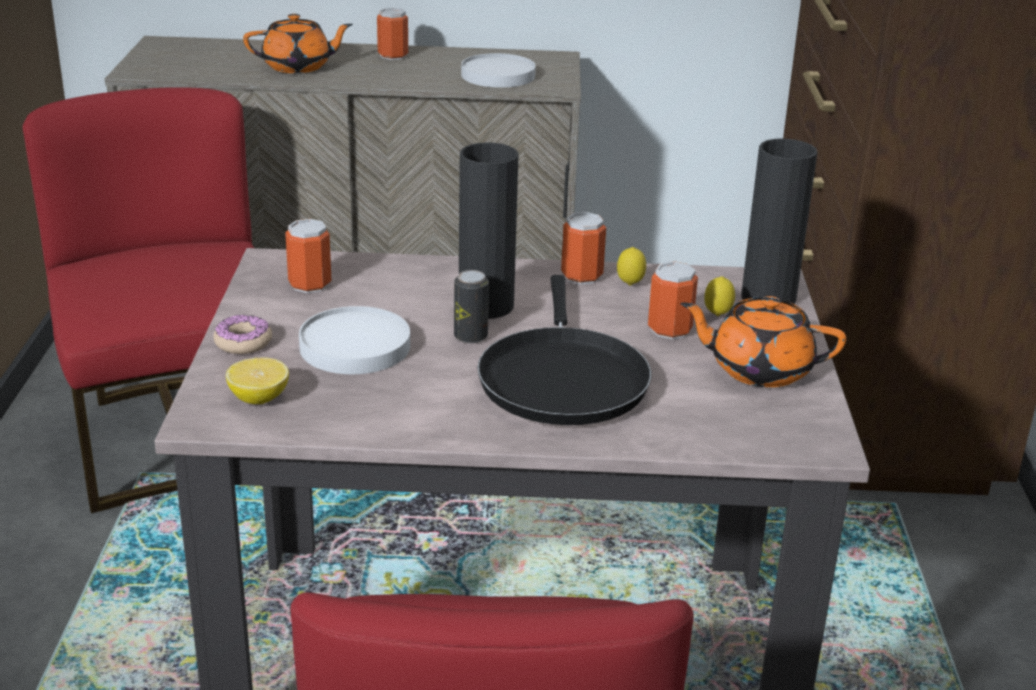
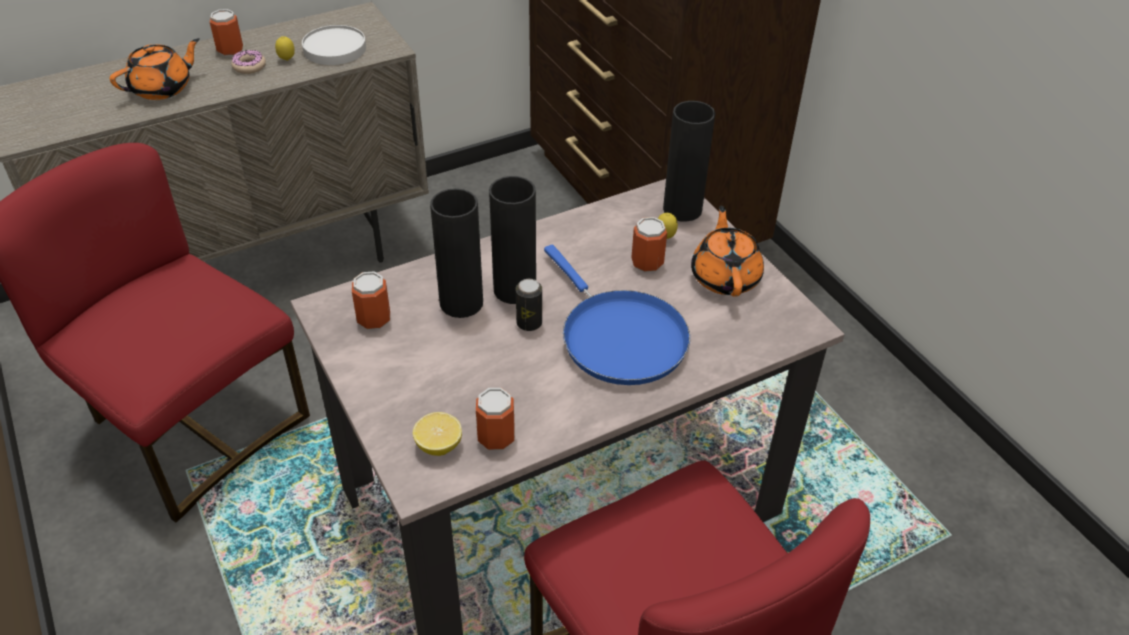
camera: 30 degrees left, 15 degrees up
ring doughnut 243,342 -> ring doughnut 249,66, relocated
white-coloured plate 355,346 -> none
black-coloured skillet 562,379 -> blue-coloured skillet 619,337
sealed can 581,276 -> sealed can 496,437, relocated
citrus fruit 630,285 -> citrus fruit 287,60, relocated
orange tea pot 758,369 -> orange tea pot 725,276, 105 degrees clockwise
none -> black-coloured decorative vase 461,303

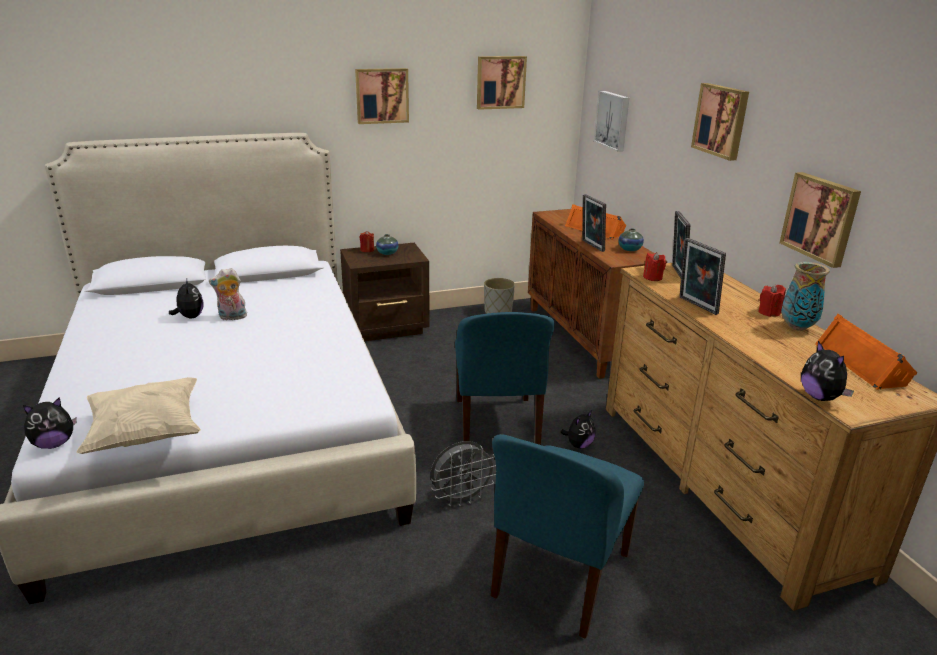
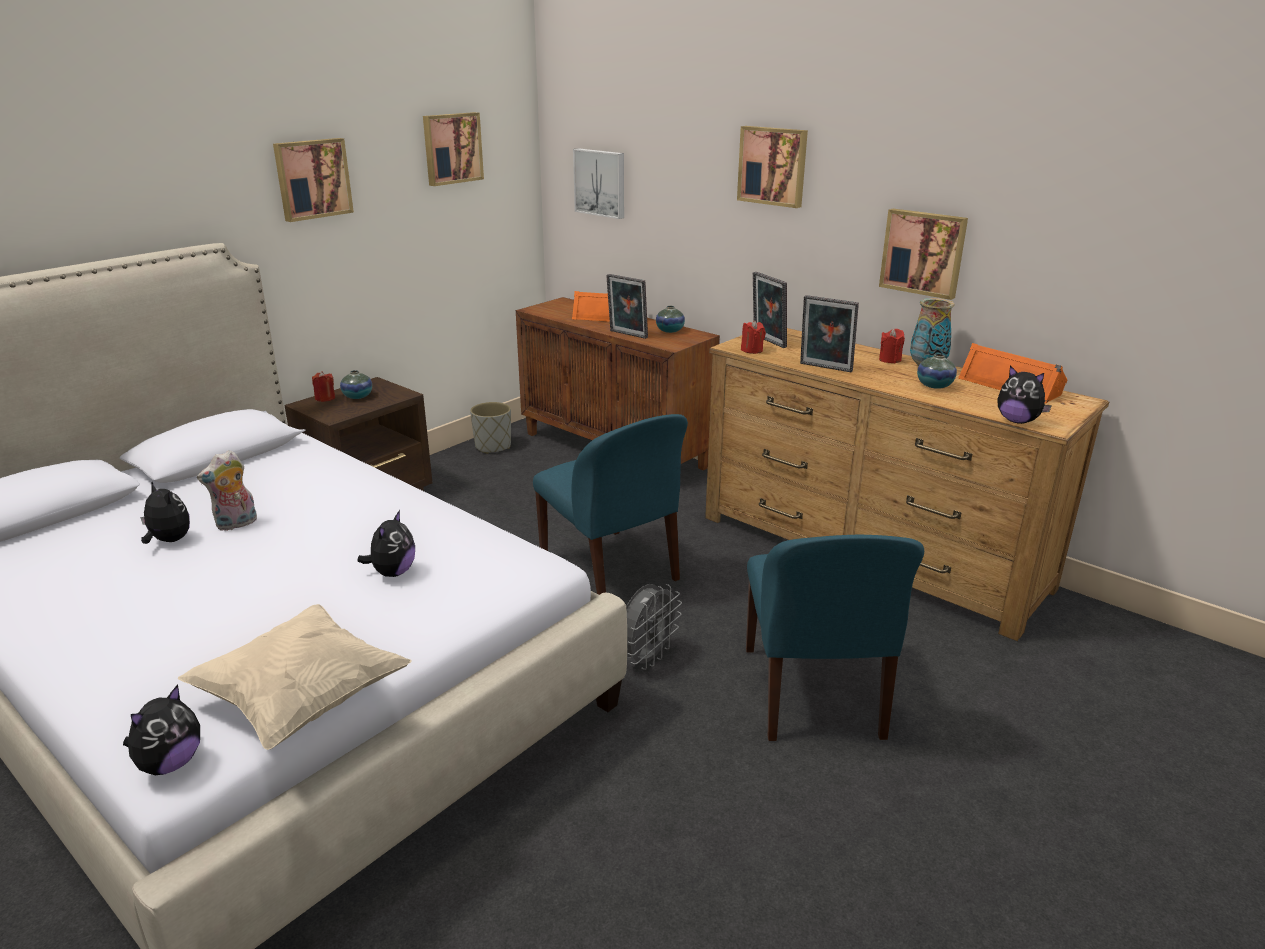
camera: 30 degrees left, 0 degrees up
soft toy 578,445 -> soft toy 392,572, relocated
none -> decorative vase 934,385

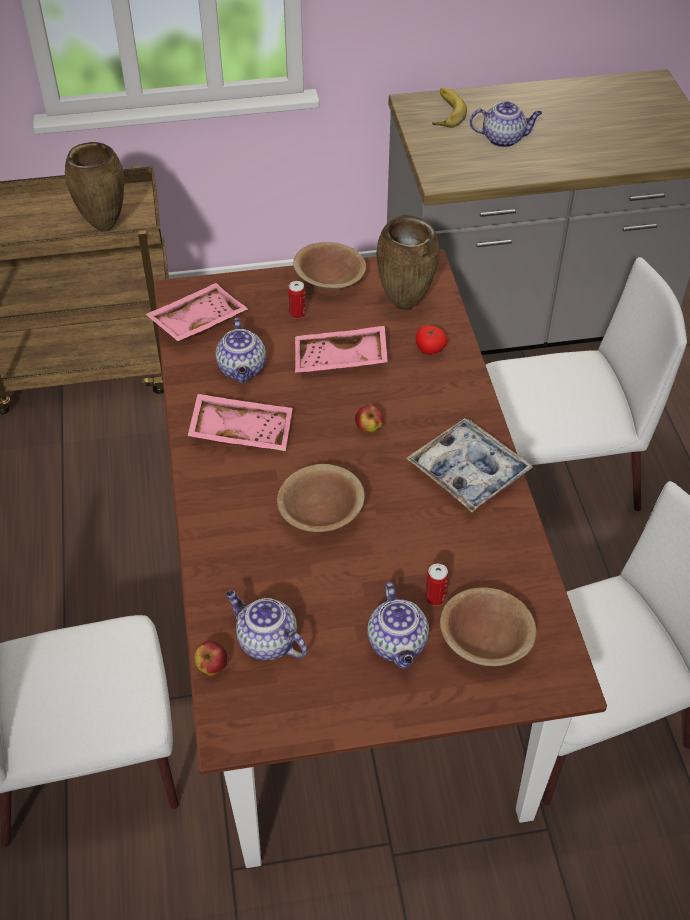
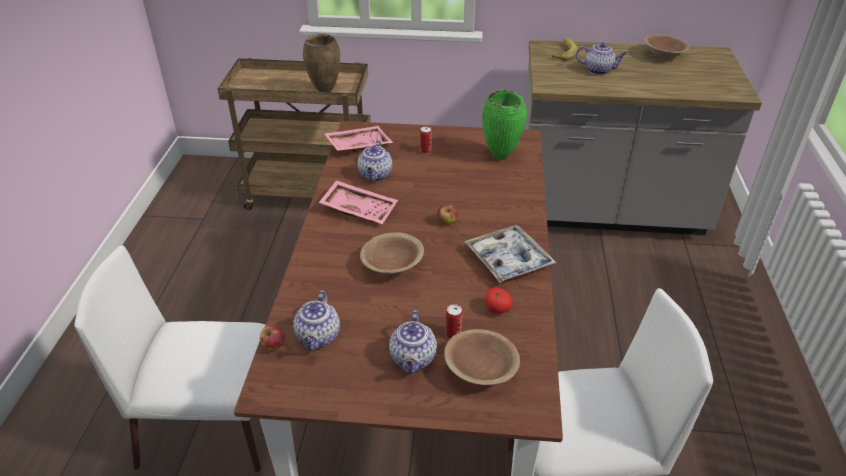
camera: 15 degrees right, 10 degrees down
tea pot 266,641 -> tea pot 318,338, 135 degrees counterclockwise
brownish bowl 330,280 -> brownish bowl 663,55, relocated
pink carrying tray 340,360 -> none
brownish decorative vase 406,305 -> greenish decorative vase 501,157
tomato 429,349 -> tomato 497,309, relocated
white-coloured plain chair 553,480 -> none

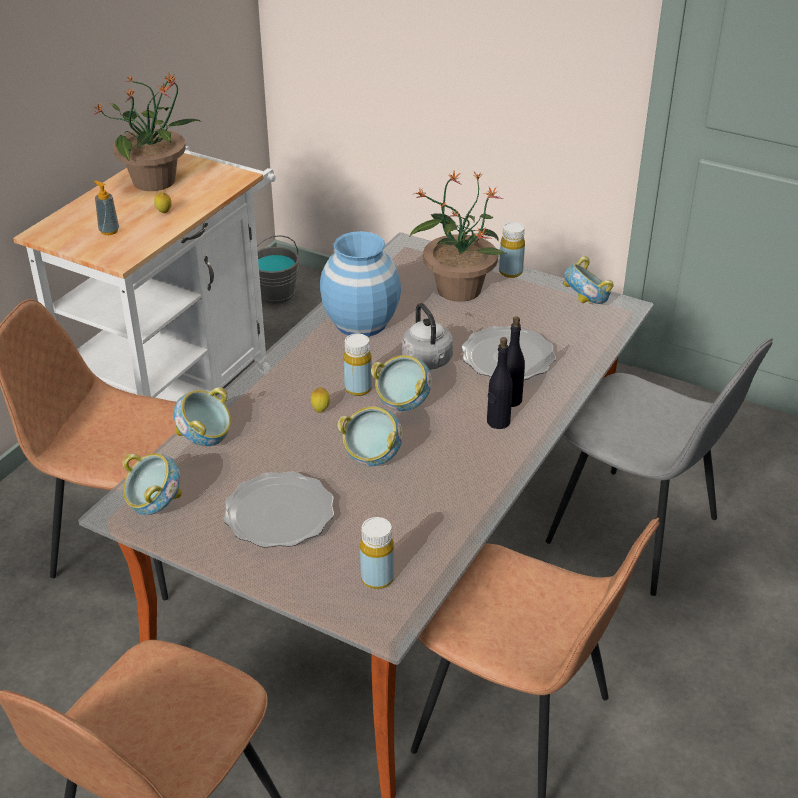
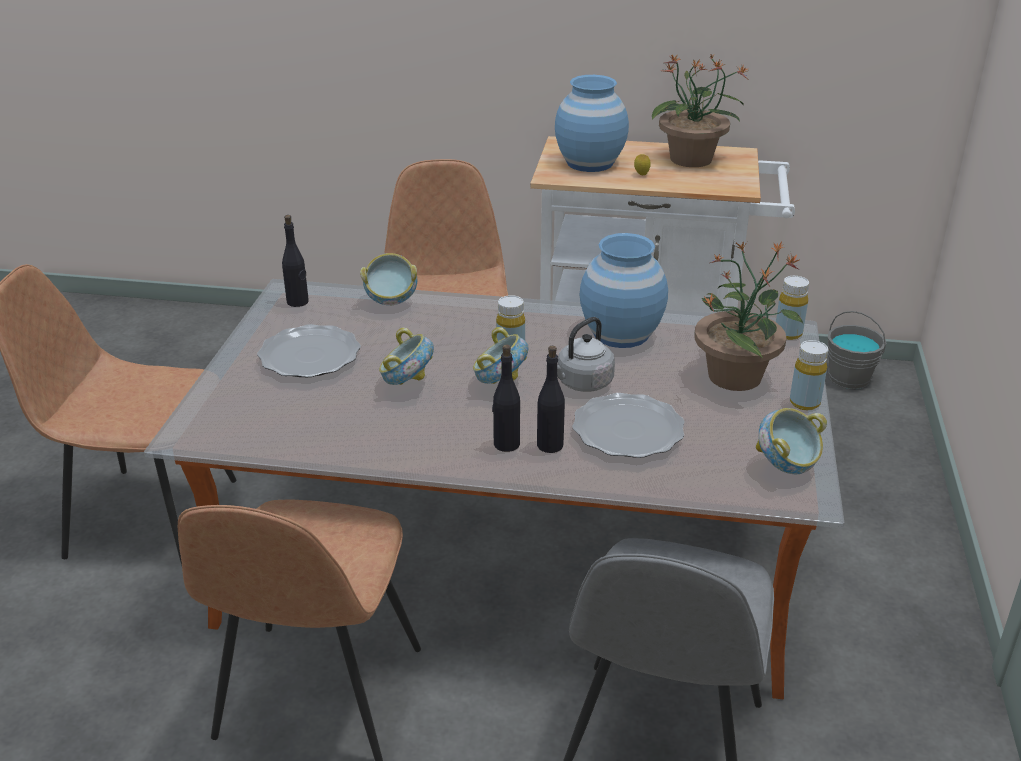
camera: 70 degrees right, 5 degrees down
liquid soap bottle 109,231 -> blue-coloured decorative vase 590,163
bowl 154,506 -> black-coloured bottle 298,302
citrus fruit 320,410 -> none
yellow-coloured bottle 377,578 -> yellow-coloured bottle 788,333, relocated

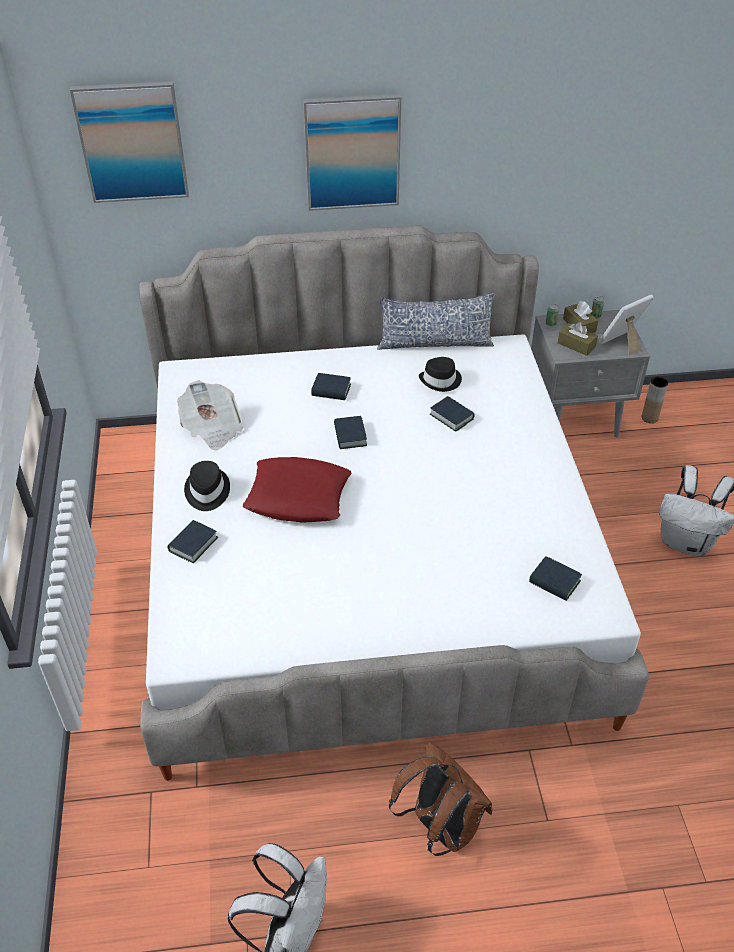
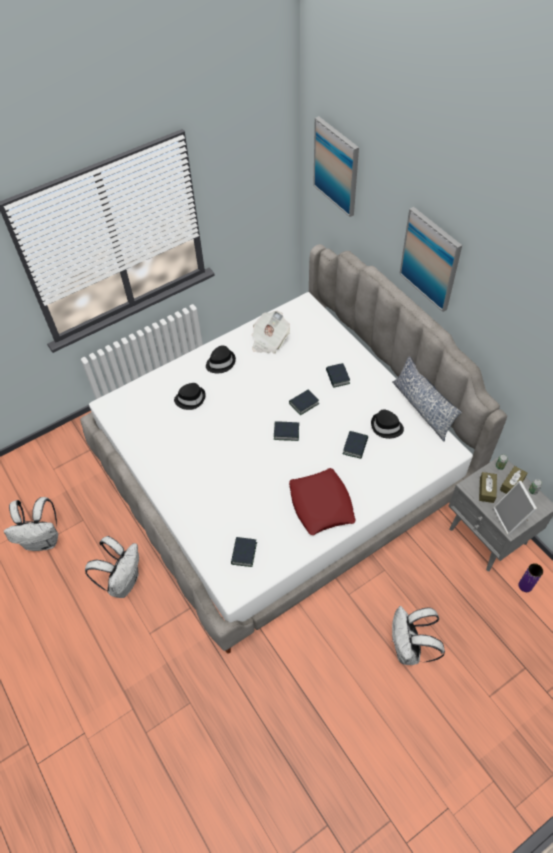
camera: 65 degrees right, 10 degrees up
volume 193,544 -> volume 286,432, relocated
reddish pillow 298,496 -> reddish pillow 321,505, relocated
brownish backpack 439,826 -> white-coloured backpack 123,581
photo frame 622,344 -> photo frame 511,518, 135 degrees counterclockwise
brownish decorative vase 649,418 -> purple decorative vase 525,586
none -> black-coloured wearable hat 190,398

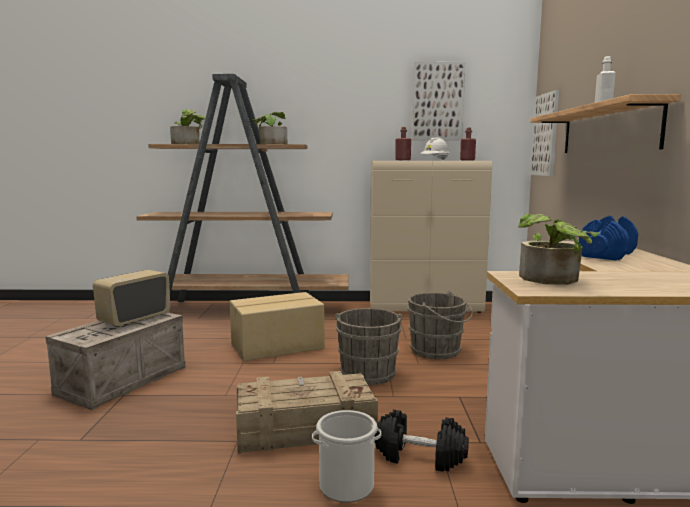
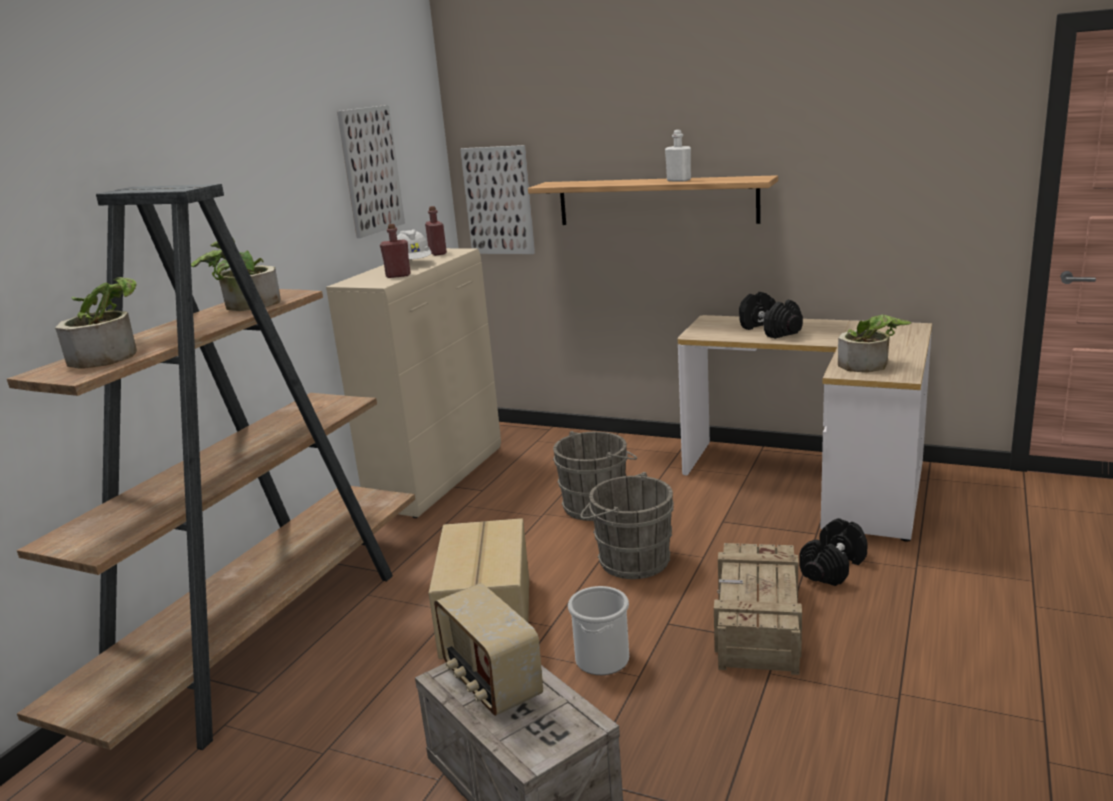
camera: 65 degrees left, 10 degrees up
pail 347,486 -> pail 602,659, relocated
blue-coloured free weight 607,255 -> black-coloured free weight 770,330

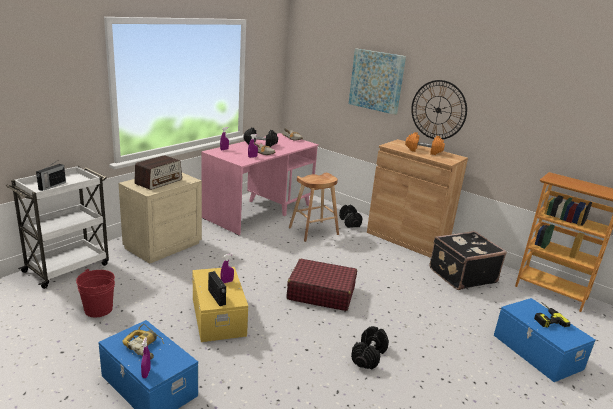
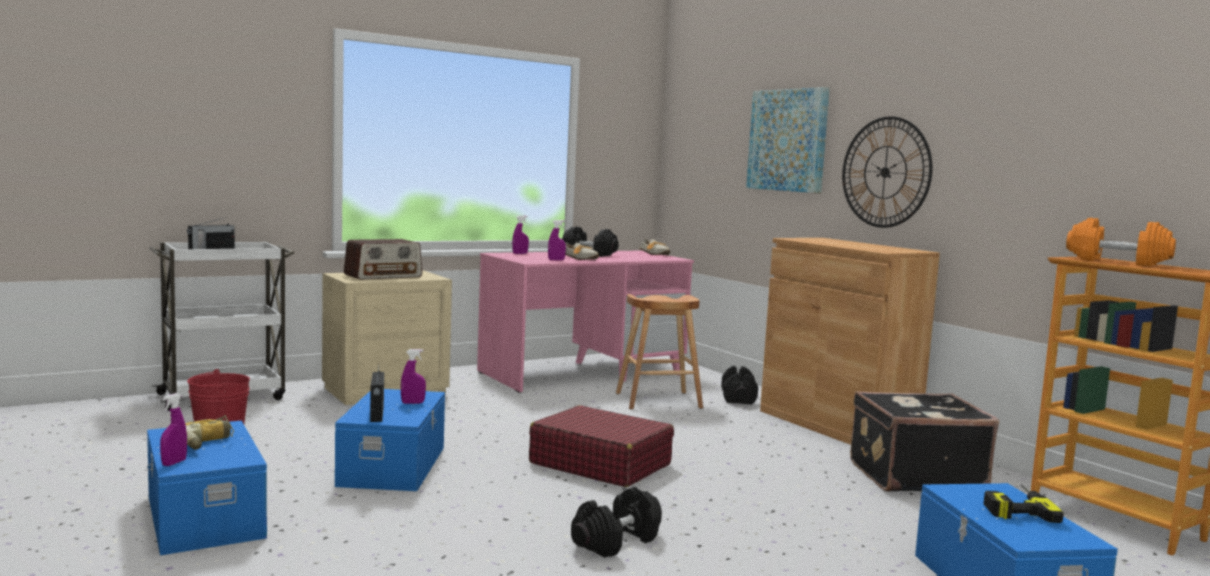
camera: 20 degrees right, 15 degrees down
yellow-coloured storage container 219,316 -> blue-coloured storage container 394,466
orange free weight 423,151 -> orange free weight 1116,262, relocated

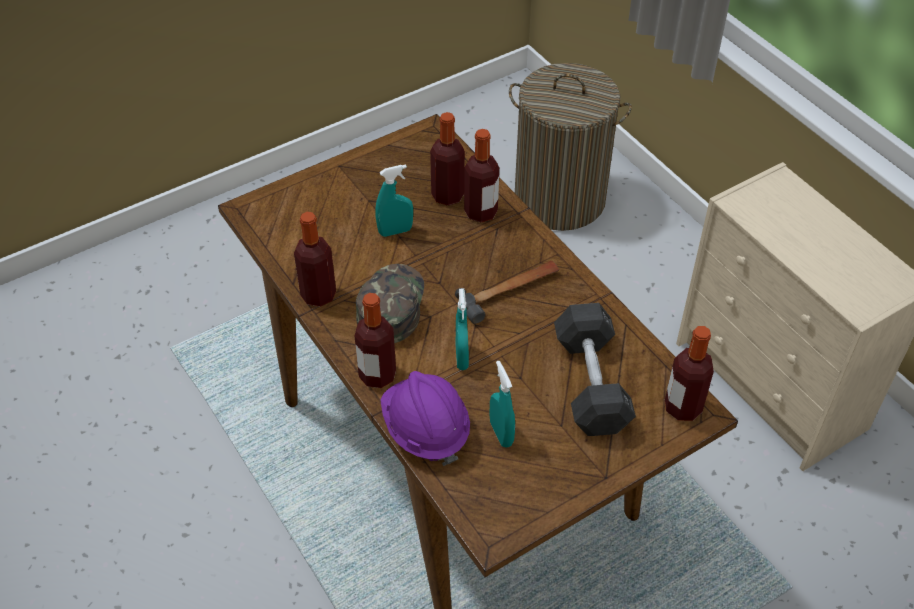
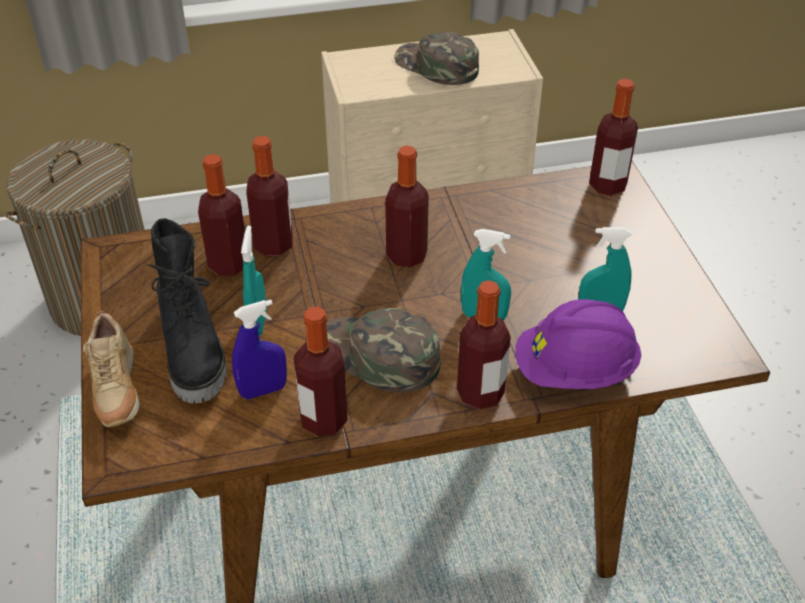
camera: 70 degrees left, 5 degrees down
hand hammer 509,292 -> bottle 406,255
grey free weight 591,383 -> none
none -> beige low shoe 117,393
none -> black-coloured high-top boot 194,351
none -> blue-coloured hand sprayer 263,390
none -> greenish peaked cap 436,66

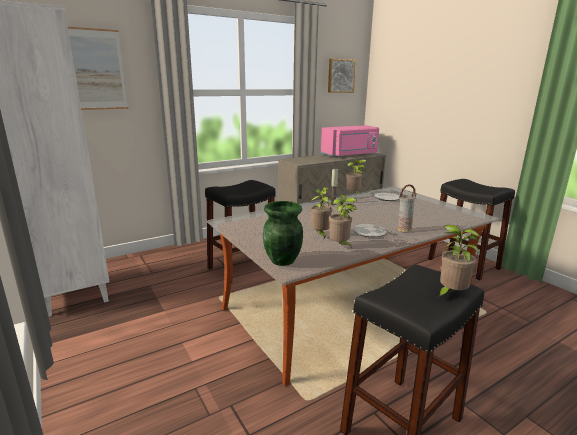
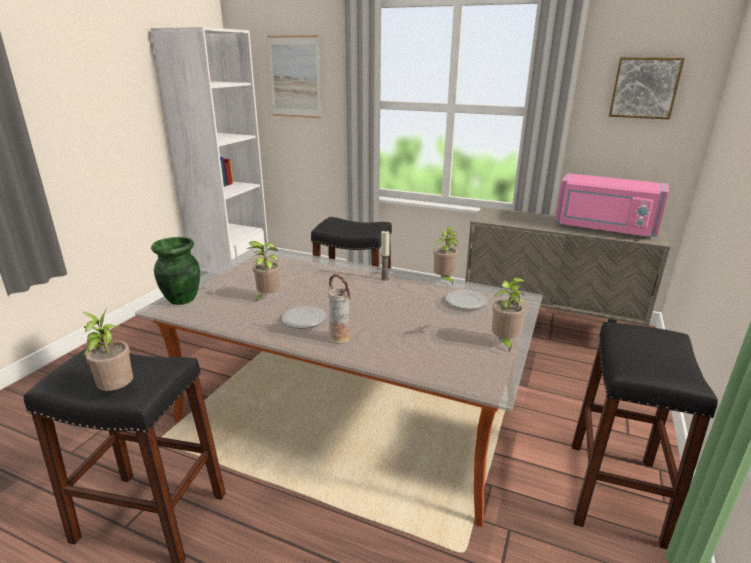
camera: 55 degrees right, 5 degrees up
potted plant 340,246 -> potted plant 504,343, relocated

